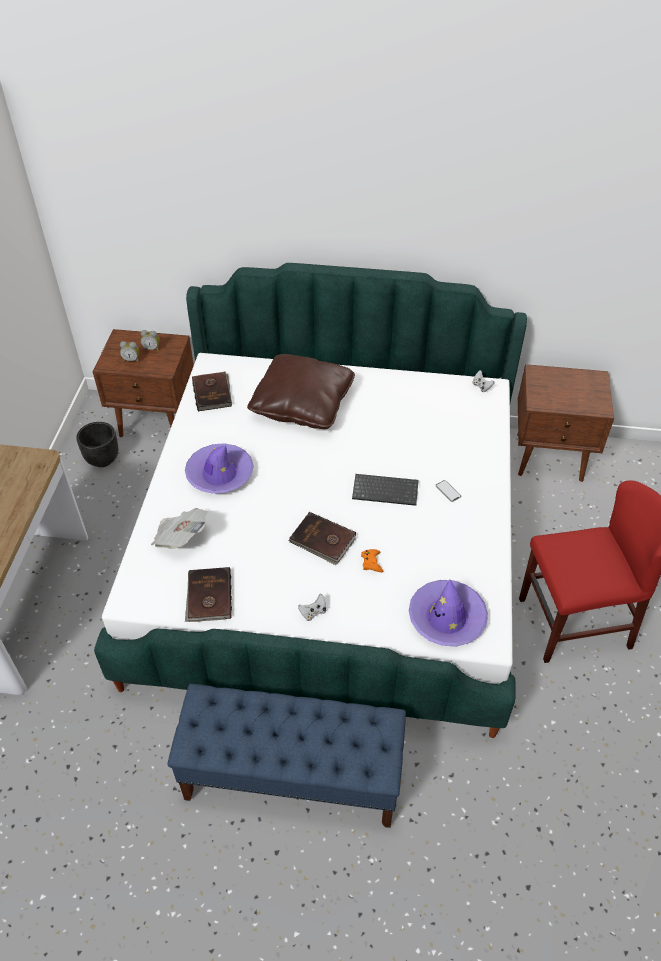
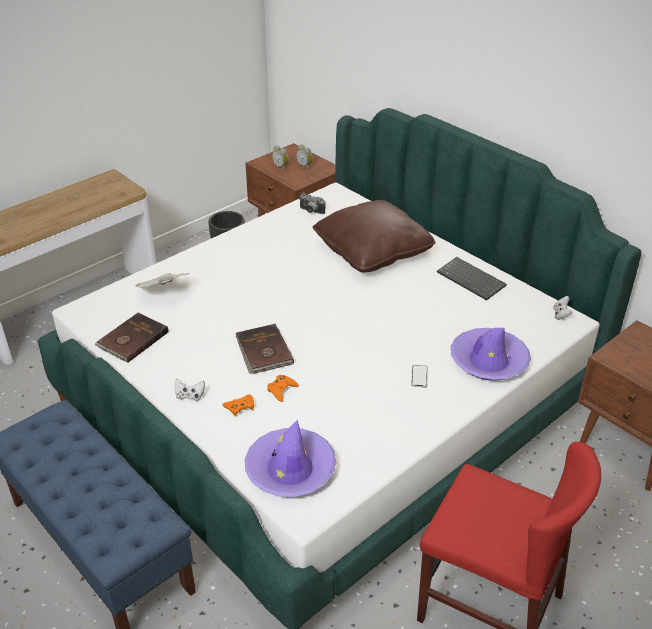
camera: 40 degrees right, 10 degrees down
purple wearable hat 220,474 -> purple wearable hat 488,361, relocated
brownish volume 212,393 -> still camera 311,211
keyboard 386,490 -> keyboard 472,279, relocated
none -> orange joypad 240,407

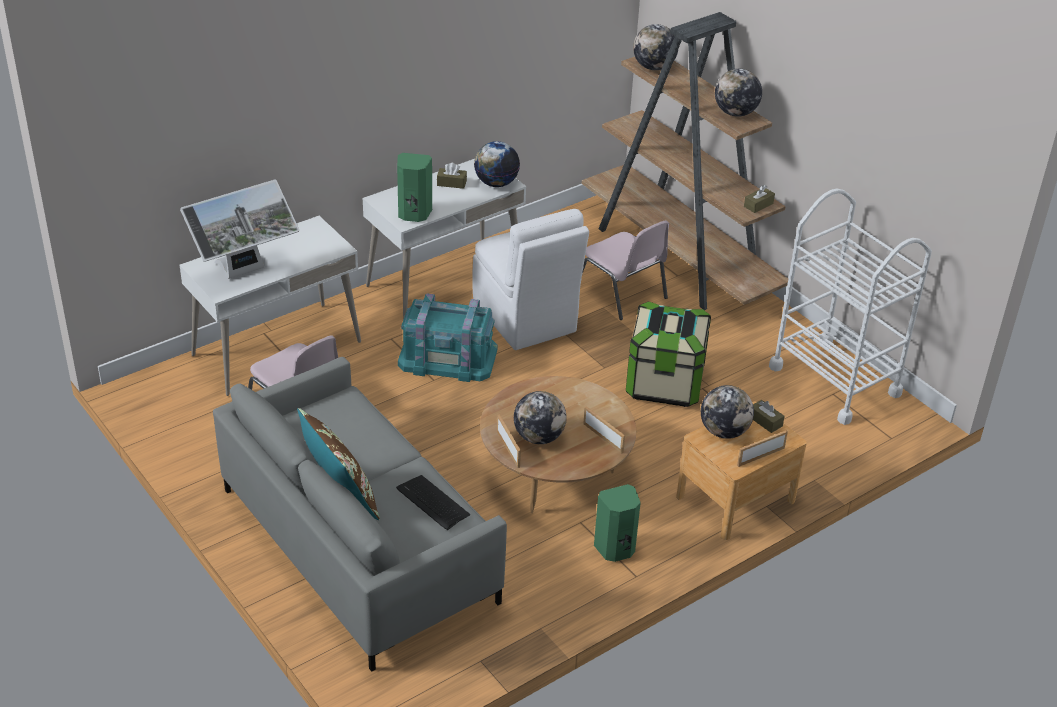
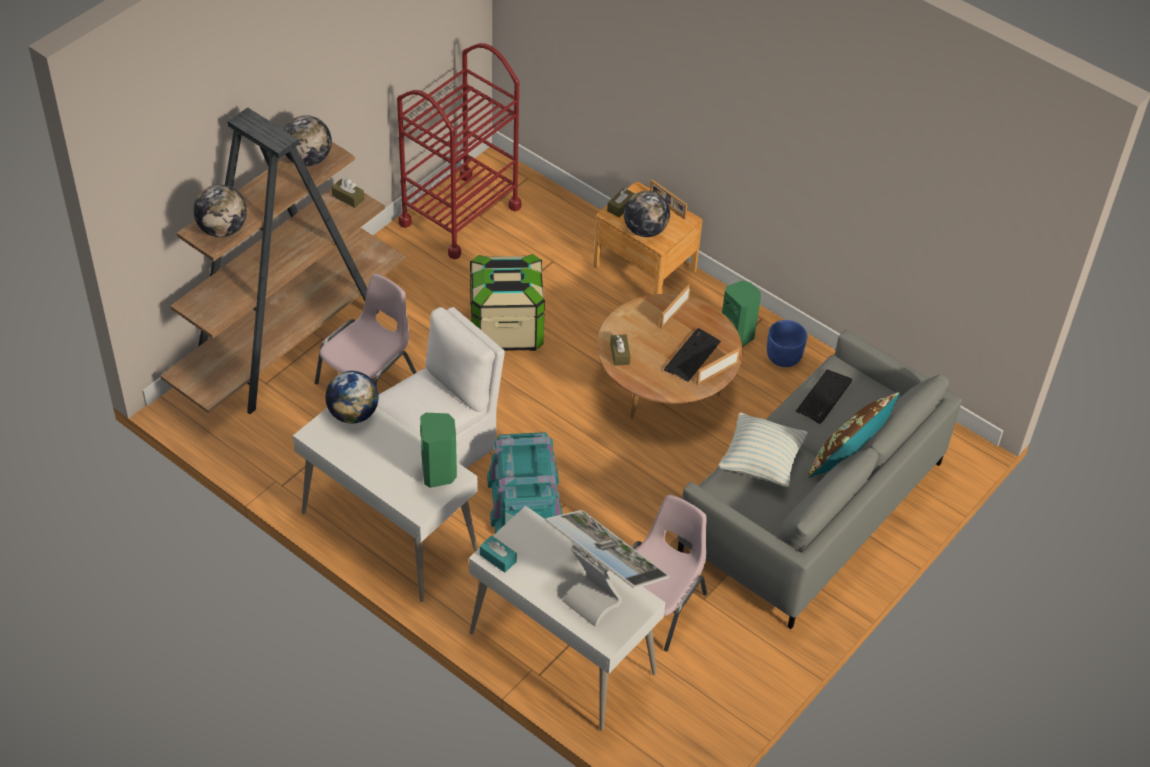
camera: 105 degrees left, 10 degrees up
brownish tissue holder 451,183 -> brownish tissue holder 619,354, relocated
world globe 539,437 -> keyboard 692,355
white-coloured trolley 834,380 -> reddish trolley 460,215
none -> blue-green tissue holder 498,558
none -> pillow 760,462
none -> blue-coloured flower pot 784,357

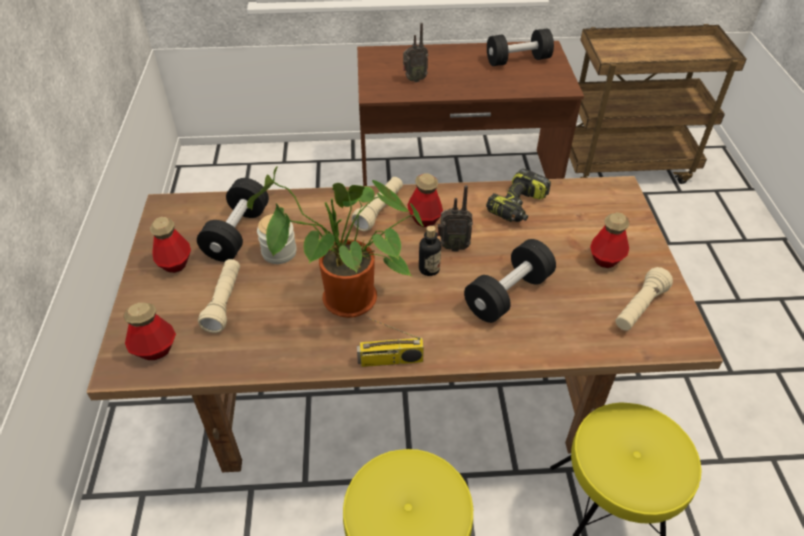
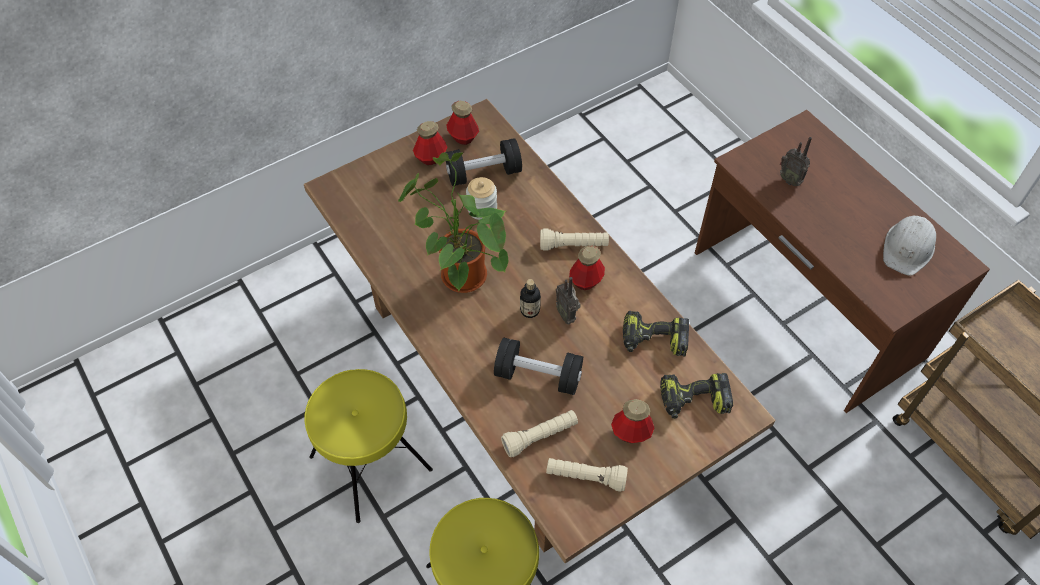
camera: 60 degrees right, 10 degrees up
bottle 155,350 -> bottle 463,137, relocated
beige hand torch 224,302 -> beige hand torch 540,437, relocated
radio 390,360 -> none
black-coloured free weight 518,60 -> white-coloured hard hat 908,248
none -> drill 693,401

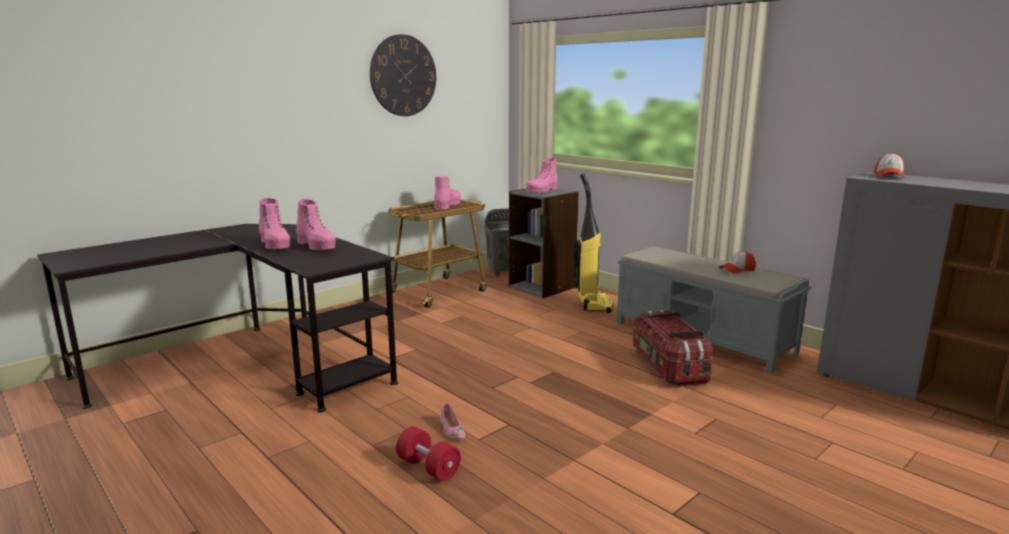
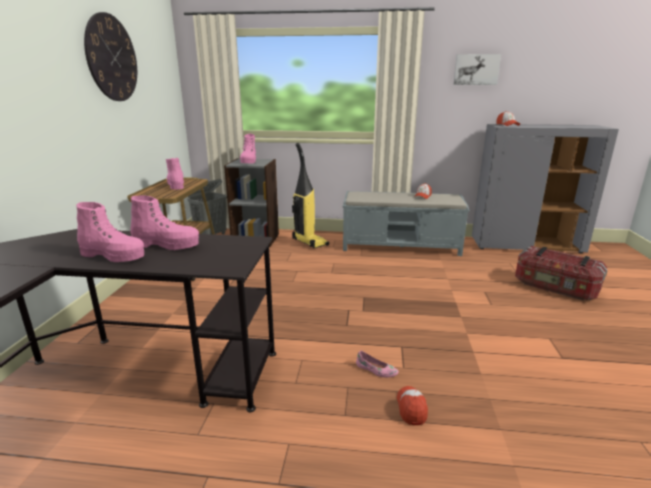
camera: 40 degrees left, 5 degrees up
reddish free weight 428,467 -> peaked cap 411,408
storage container 668,366 -> storage container 555,287, relocated
none -> wall art 476,69

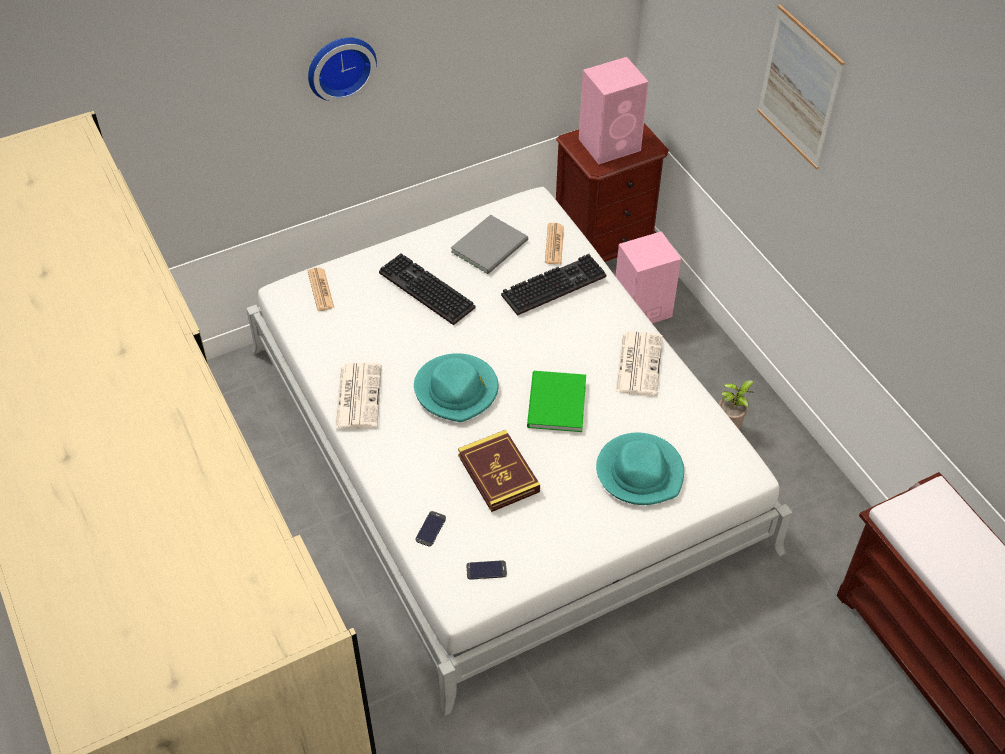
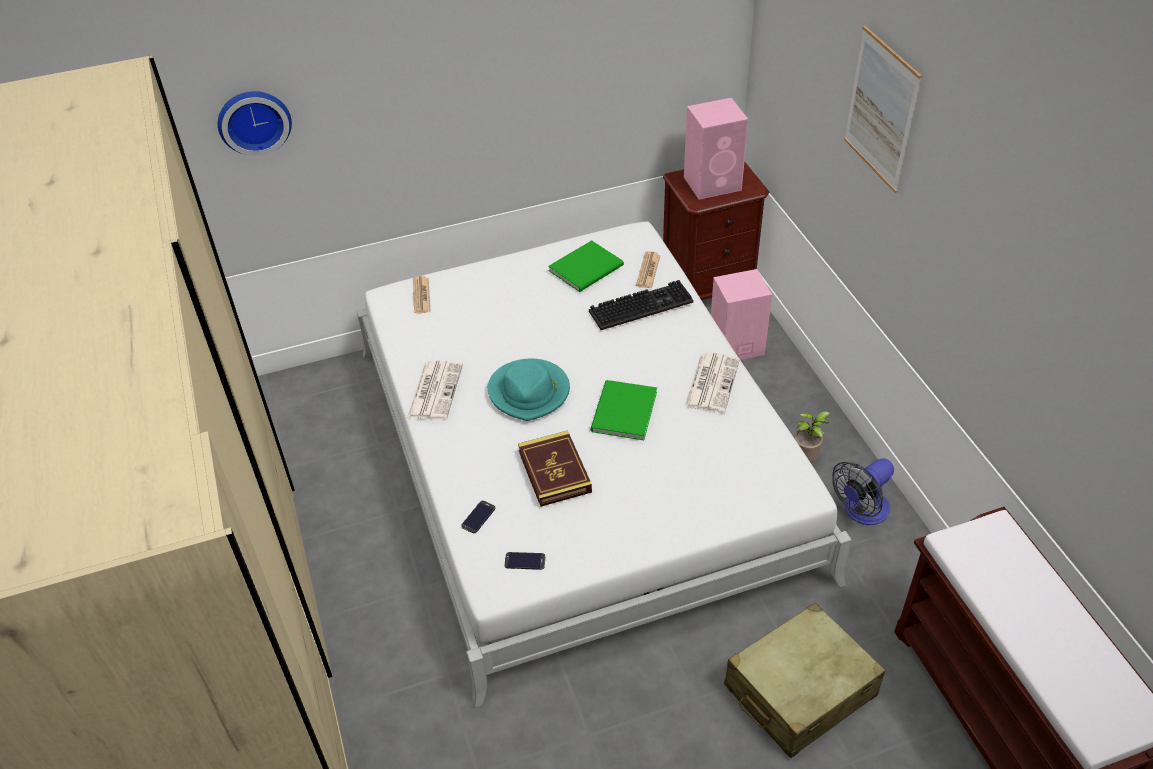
camera: 10 degrees right, 5 degrees down
hanging clock 339,66 -> hanging clock 254,120, relocated
keyboard 423,290 -> none
grey volume 492,246 -> greenish volume 588,268
blue-green wearable hat 640,472 -> none
none -> beige travel case 799,691
none -> fan 861,512

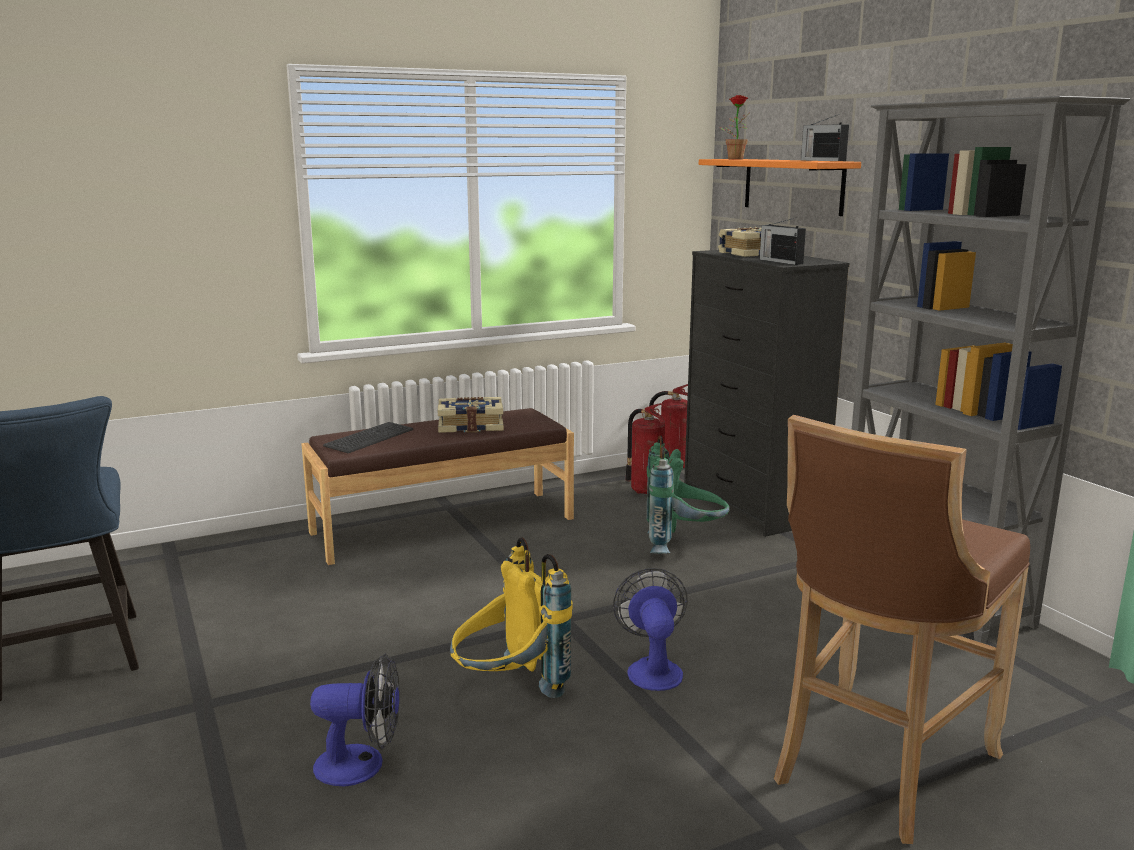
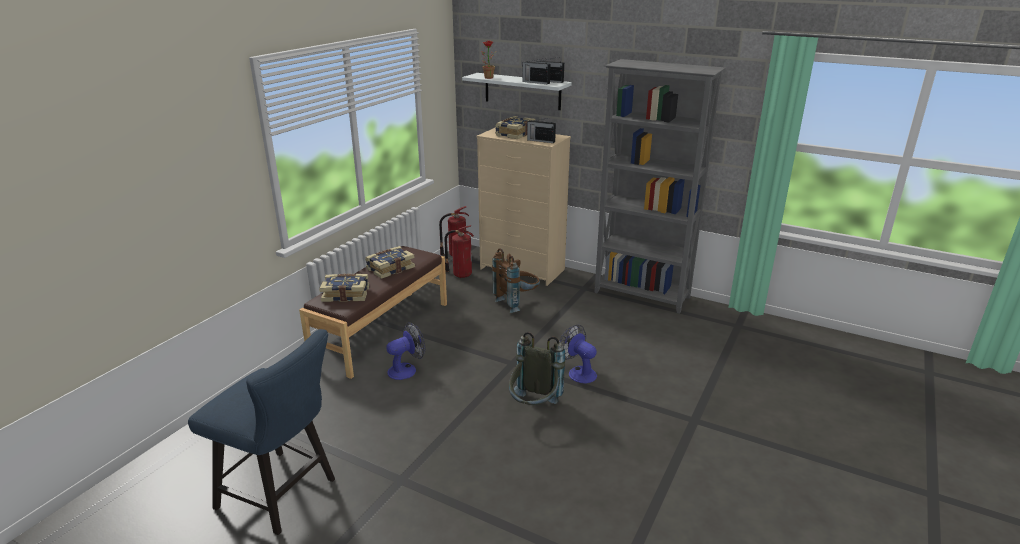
camera: 35 degrees left, 10 degrees up
fan 361,765 -> fan 406,369, relocated
keyboard 370,438 -> volume 346,294
yellow-coloured backpack 509,691 -> grey backpack 534,408
greenish backpack 683,545 -> brownish backpack 517,302
black-coloured dresser 752,506 -> beige dresser 523,269
orange bracket shelf 793,185 -> white-coloured bracket shelf 522,91
brownish stool seat 876,768 -> none
none -> radio 535,82

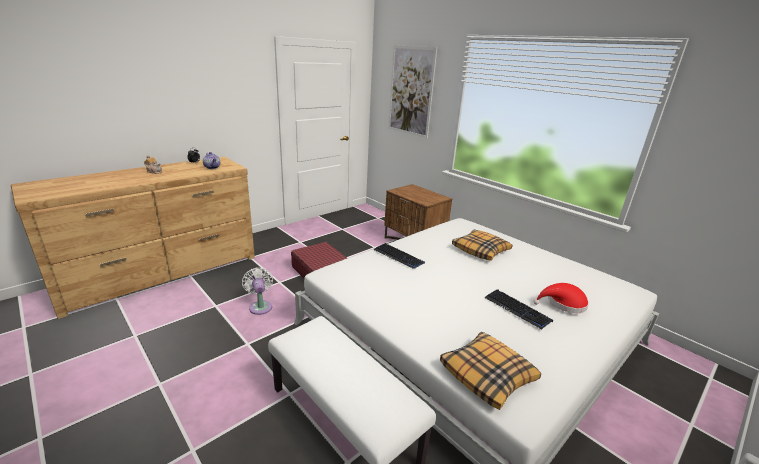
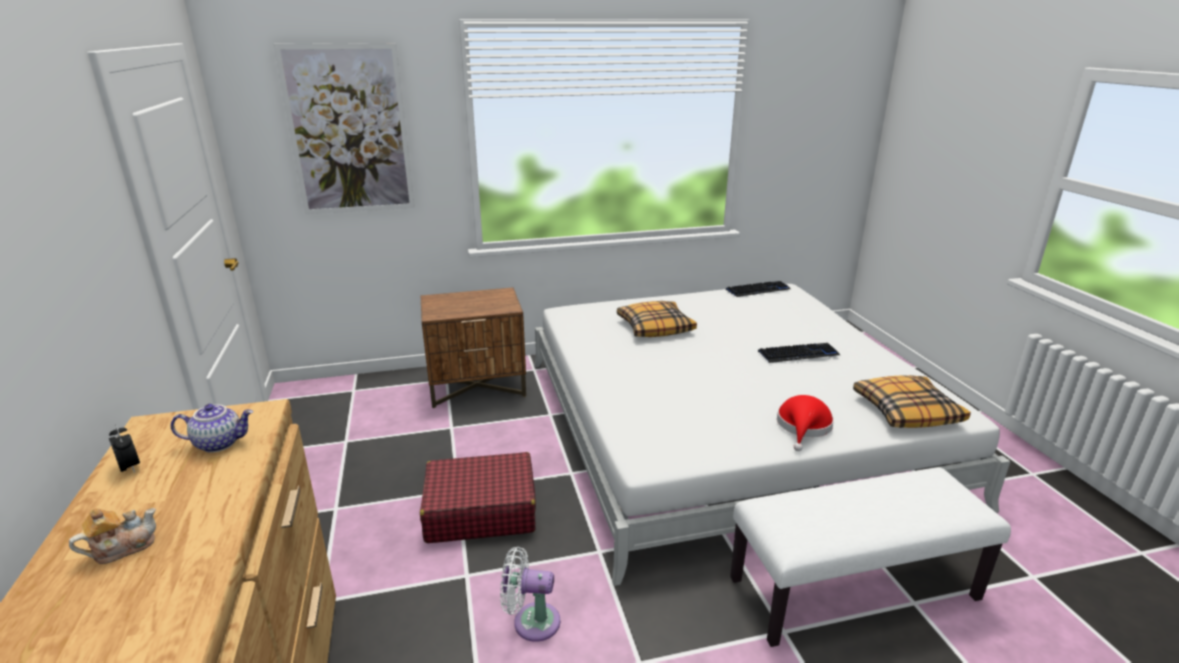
camera: 60 degrees left, 0 degrees up
keyboard 398,256 -> keyboard 758,290, relocated
reddish wearable hat 563,303 -> reddish wearable hat 803,427, relocated

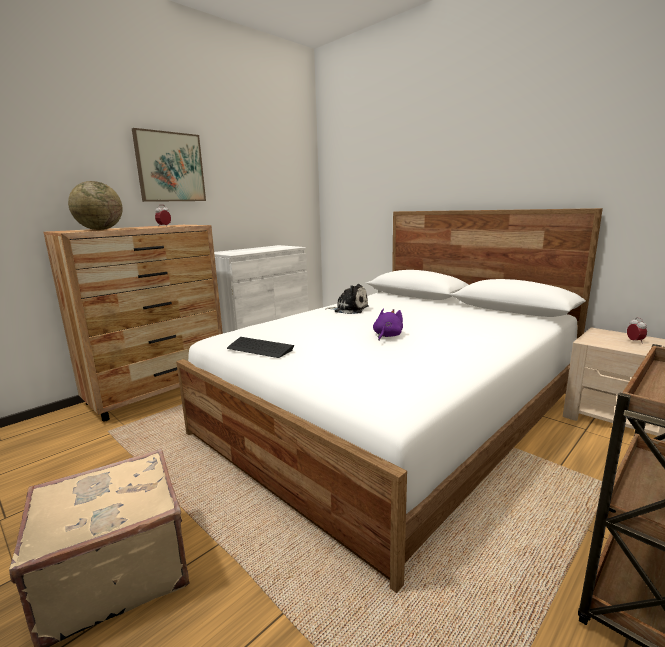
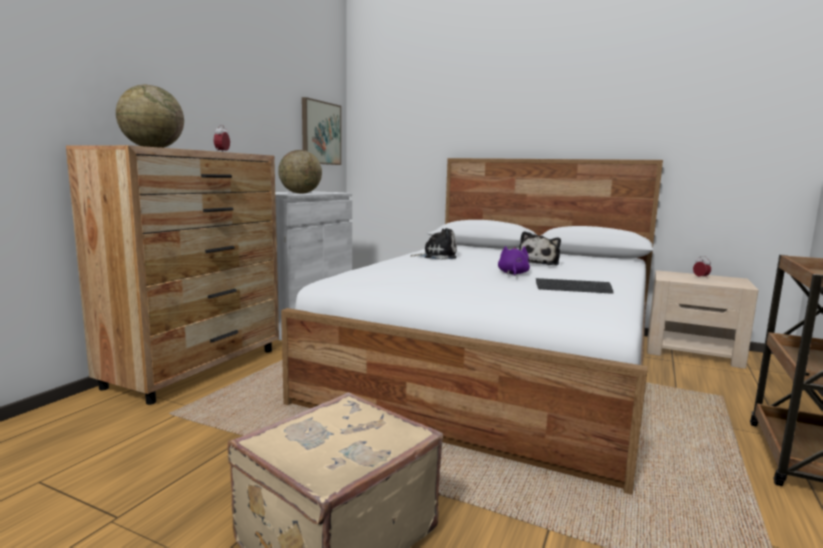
camera: 20 degrees left, 5 degrees down
wall art 170,167 -> wall art 320,133, relocated
keyboard 260,349 -> keyboard 573,288, relocated
none -> world globe 300,193
none -> soft toy 539,263

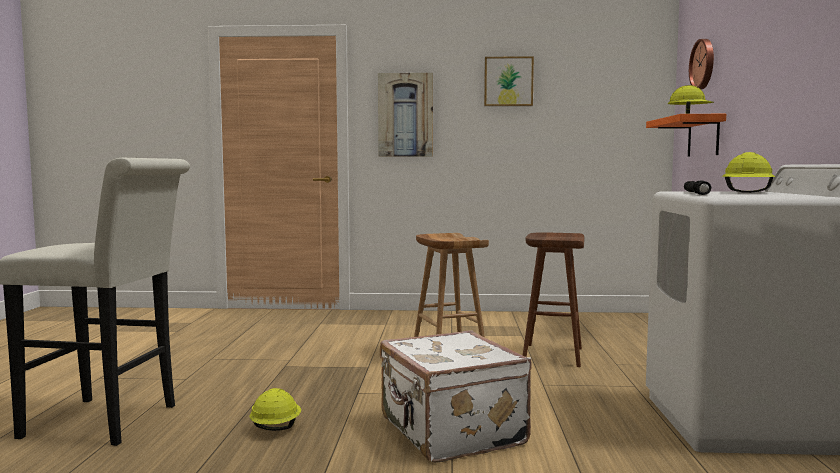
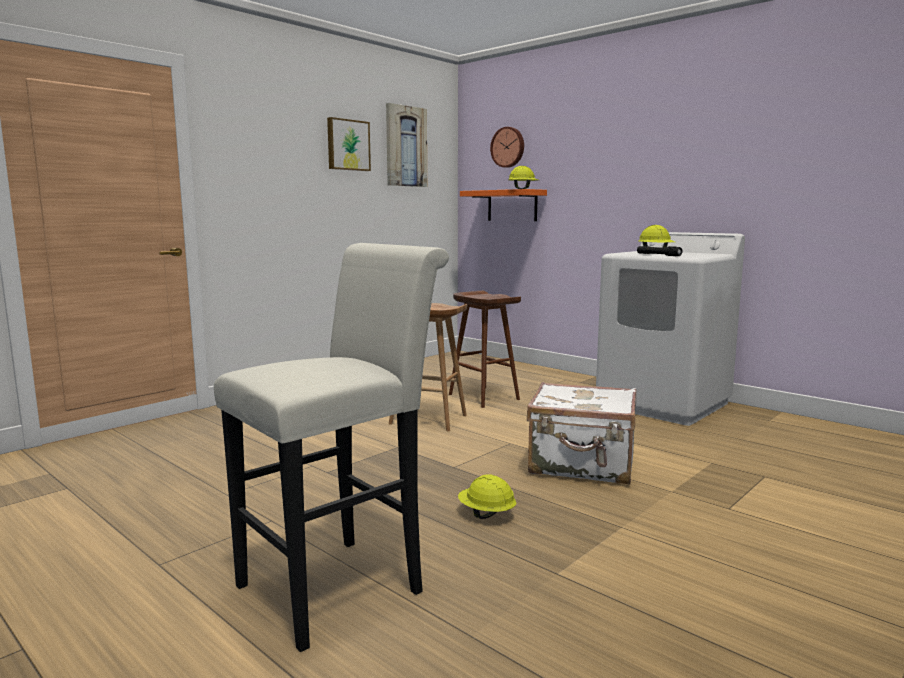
camera: 50 degrees left, 5 degrees up
wall art 405,115 -> wall art 405,146, relocated

